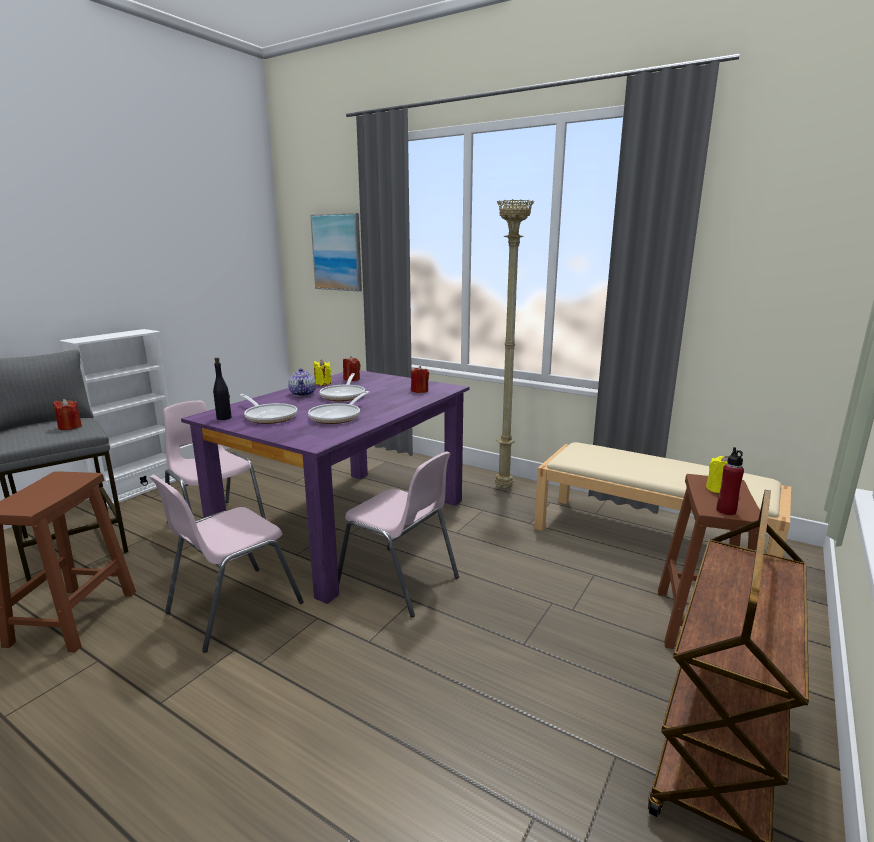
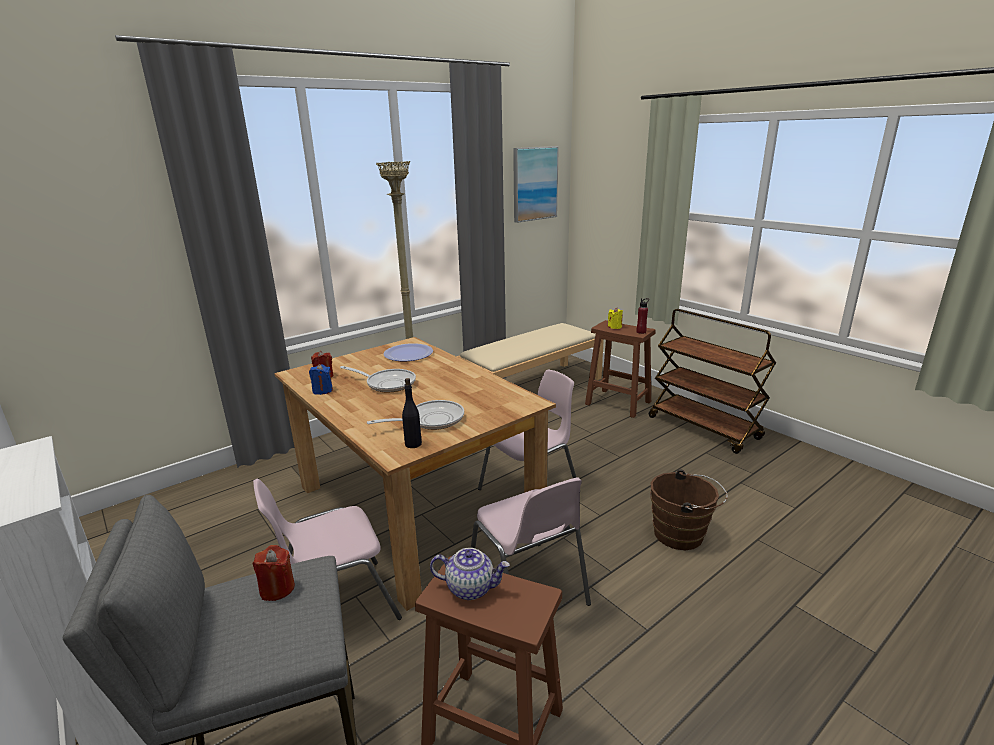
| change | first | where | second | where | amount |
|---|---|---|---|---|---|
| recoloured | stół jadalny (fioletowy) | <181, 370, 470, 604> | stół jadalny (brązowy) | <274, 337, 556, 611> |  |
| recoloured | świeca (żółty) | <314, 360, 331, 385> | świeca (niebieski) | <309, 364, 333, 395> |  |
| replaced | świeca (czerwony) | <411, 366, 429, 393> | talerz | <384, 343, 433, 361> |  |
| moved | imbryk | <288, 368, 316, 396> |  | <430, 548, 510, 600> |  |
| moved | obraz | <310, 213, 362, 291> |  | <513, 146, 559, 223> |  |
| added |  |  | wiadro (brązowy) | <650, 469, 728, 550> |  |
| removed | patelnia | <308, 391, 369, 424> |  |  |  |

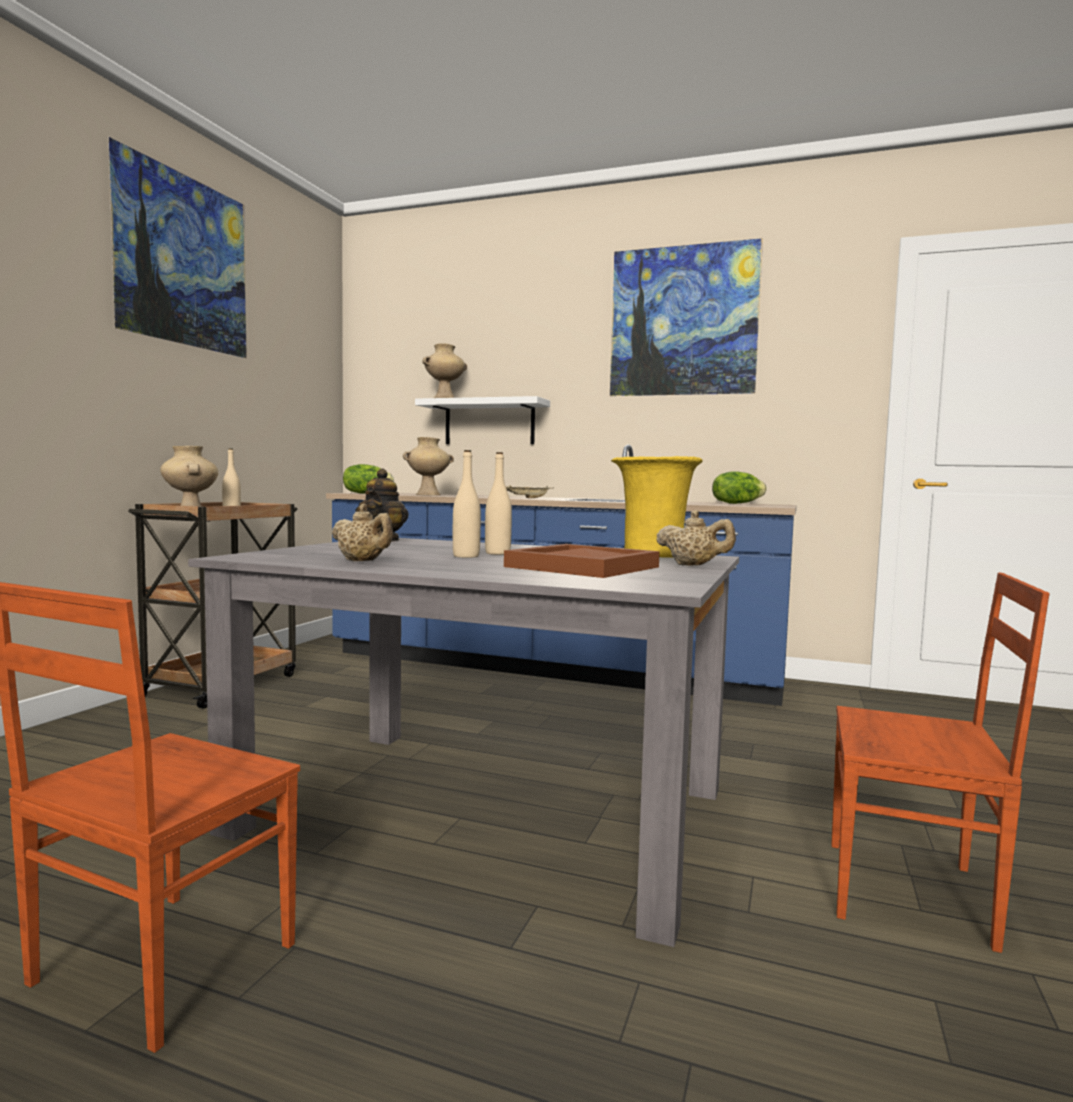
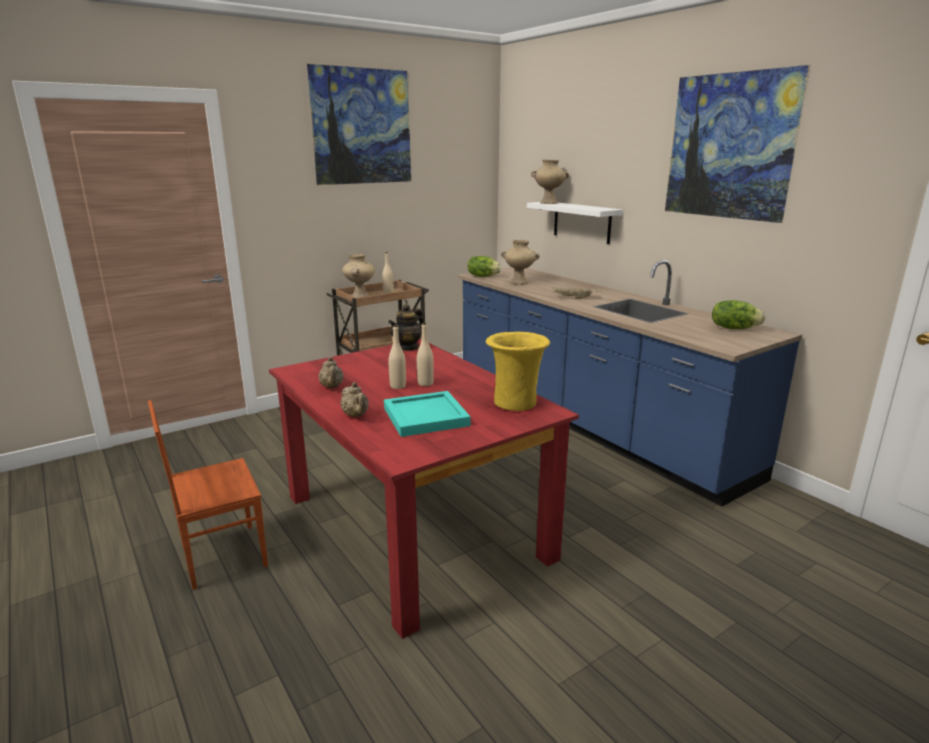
| change | first | where | second | where | amount |
|---|---|---|---|---|---|
| recoloured | stół jadalny (szary) | <188, 538, 739, 947> | stół jadalny (czerwony) | <269, 339, 579, 639> |  |
| moved | imbryk (beżowy) | <656, 510, 736, 566> |  | <340, 382, 369, 417> |  |
| recoloured | taca (brązowy) | <504, 544, 660, 578> | taca (turkusowy) | <384, 391, 471, 437> |  |
| removed | krzesło (brązowy) | <831, 572, 1050, 953> |  |  |  |

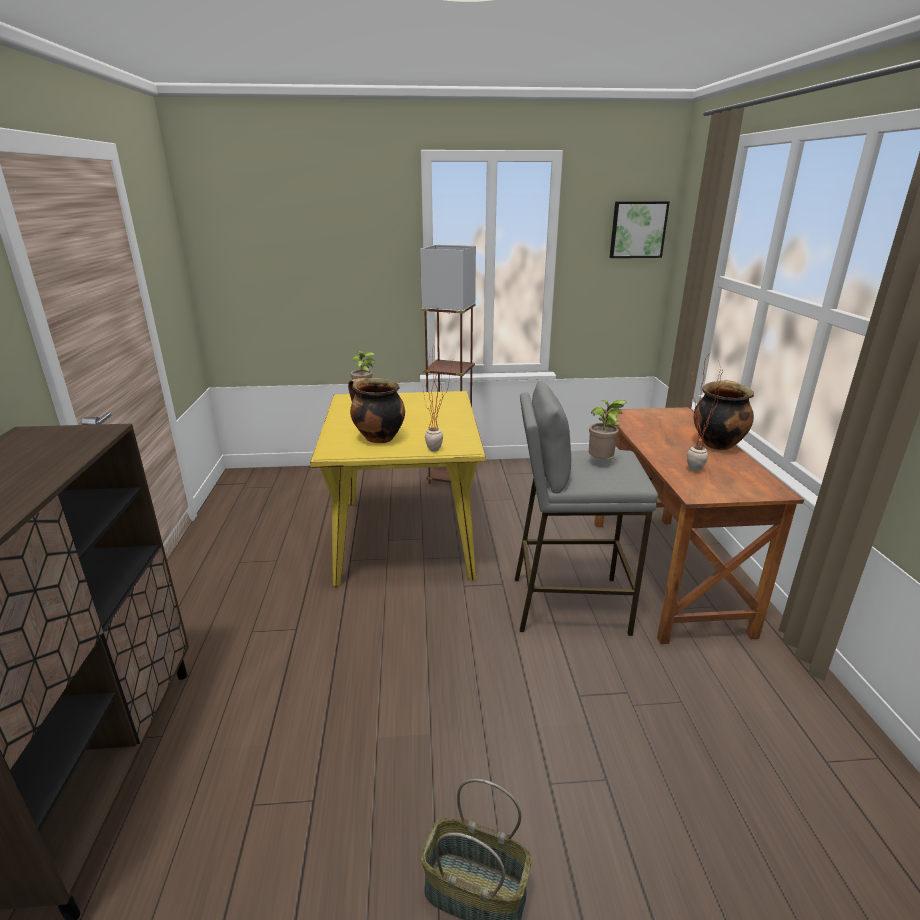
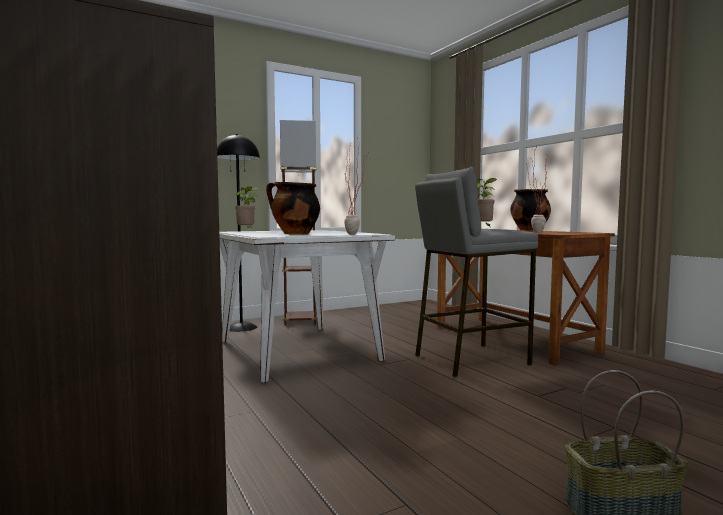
| change | first | where | second | where | amount |
|---|---|---|---|---|---|
| added |  |  | lampa stojąca (czarny) | <217, 134, 260, 332> |  |
| recoloured | stół jadalny (żółty) | <310, 391, 486, 587> | stół jadalny (biały) | <219, 230, 395, 383> |  |
| removed | obraz | <609, 201, 670, 258> |  |  |  |

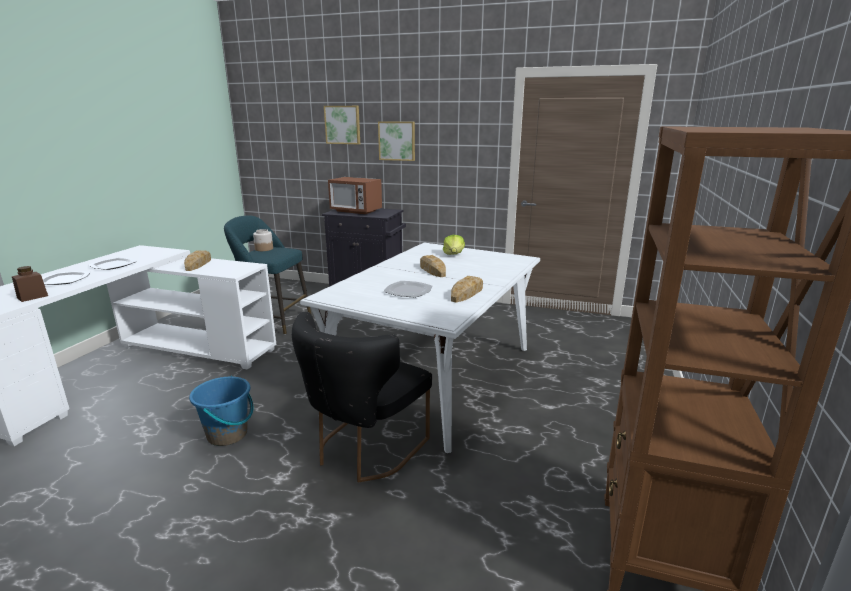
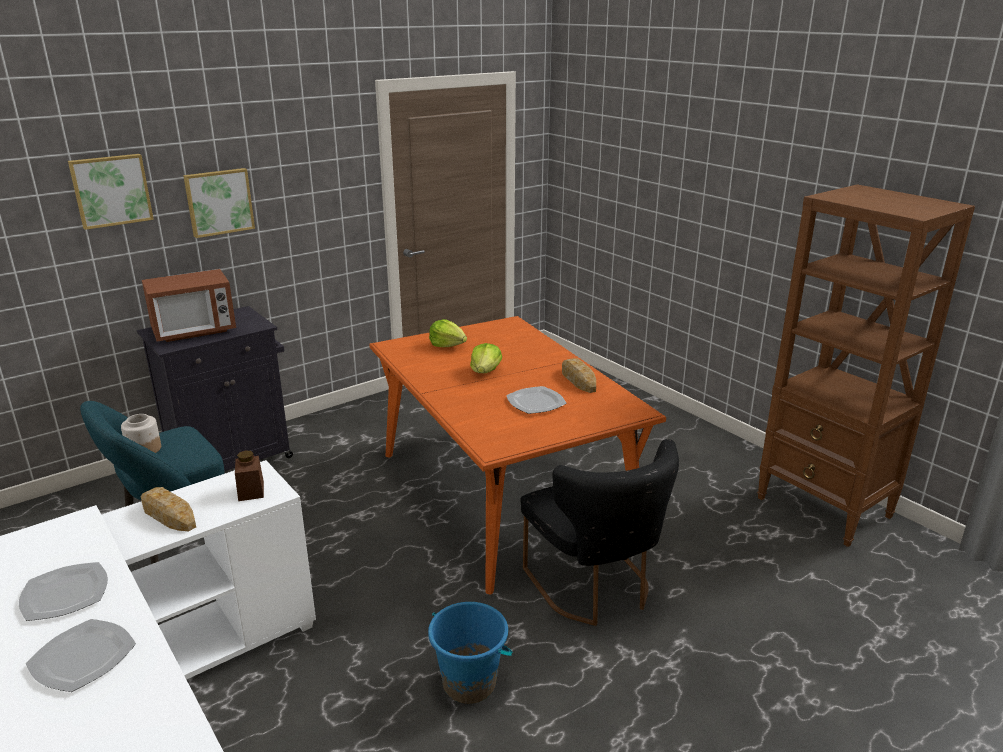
| change | first | where | second | where | amount |
|---|---|---|---|---|---|
| moved | słoik (brązowy) | <12, 266, 48, 302> |  | <235, 450, 264, 501> |  |
| recoloured | stół jadalny (biały) | <300, 243, 540, 453> | stół jadalny (pomarańczowy) | <369, 316, 666, 595> |  |
| replaced | chleb | <420, 255, 446, 277> | sałata | <470, 343, 502, 373> |  |

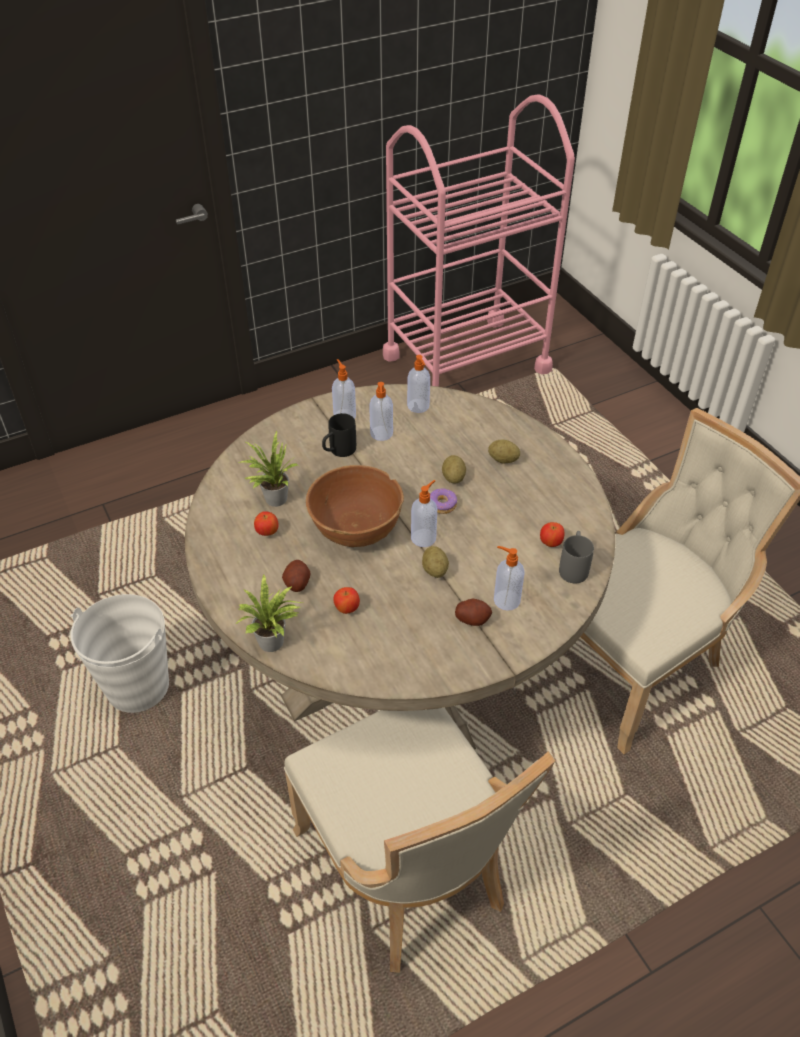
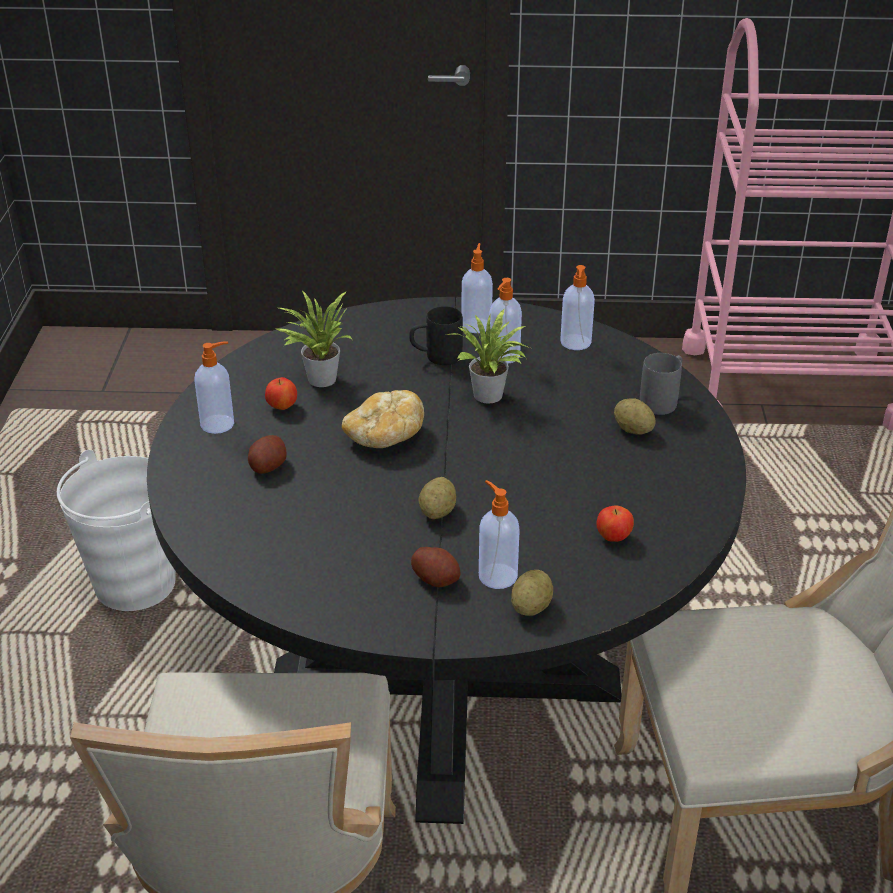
| change | first | where | second | where | amount |
|---|---|---|---|---|---|
| recoloured | stół jadalny (beżowy) | <185, 384, 615, 750> | stół jadalny (czarny) | <147, 297, 746, 824> |  |
| moved | dozownik mydła | <411, 480, 437, 547> |  | <195, 341, 234, 434> |  |
| replaced | miska (brązowy) | <306, 465, 404, 547> | chleb | <342, 390, 424, 448> |  |
| moved | roślina doniczkowa | <236, 575, 302, 652> |  | <447, 309, 530, 403> |  |
| moved | ziemniak | <442, 455, 466, 483> |  | <511, 570, 553, 616> |  |
| moved | kubek (szary) | <559, 531, 594, 584> |  | <640, 353, 682, 415> |  |
| removed | jabłko | <333, 587, 360, 614> |  |  |  |
| removed | donut | <430, 488, 457, 514> |  |  |  |

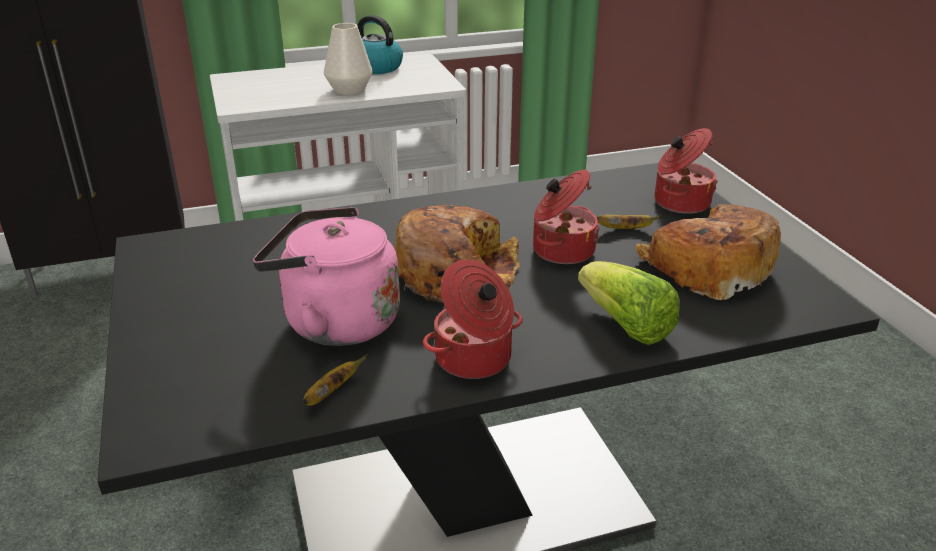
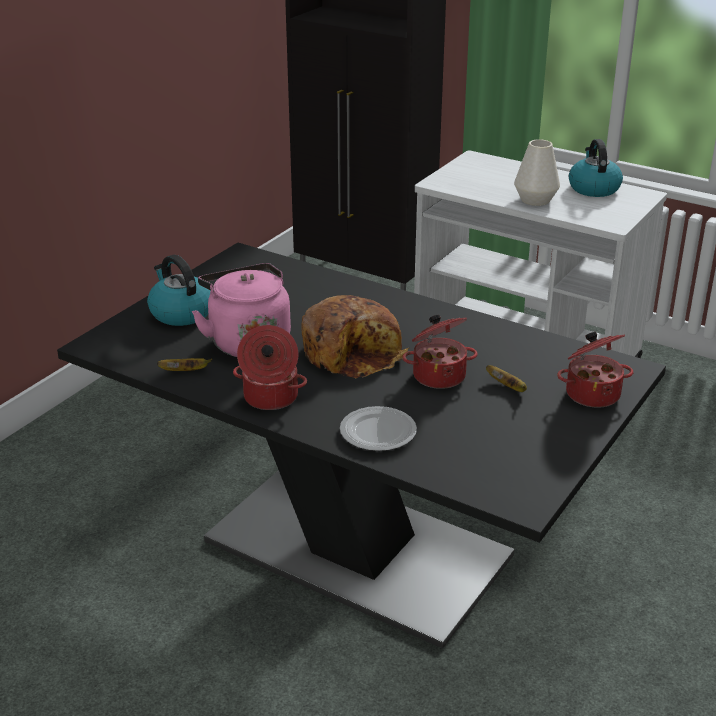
| change | first | where | second | where | amount |
|---|---|---|---|---|---|
| added |  |  | czajnik | <147, 255, 211, 326> |  |
| replaced | sałata | <578, 261, 680, 345> | talerz | <340, 406, 417, 451> |  |
| removed | chleb | <636, 204, 781, 300> |  |  |  |

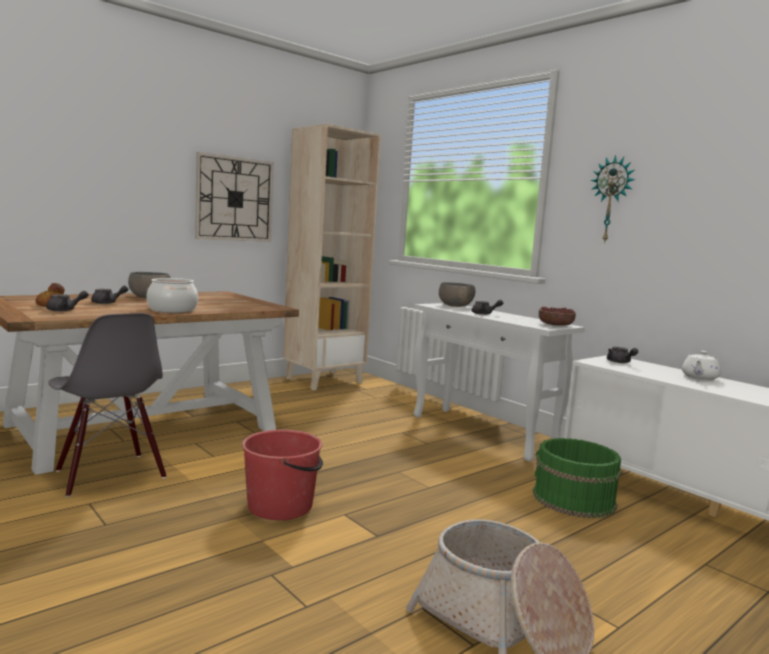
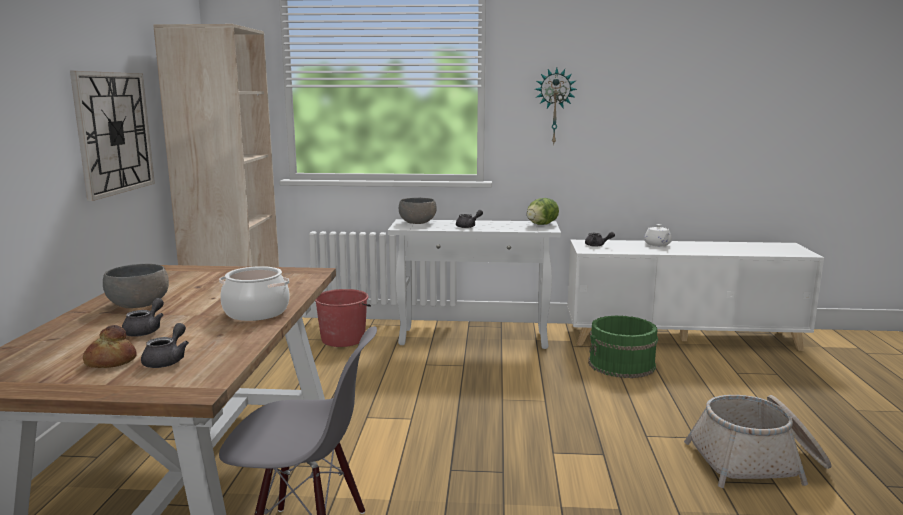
| change | first | where | second | where | amount |
|---|---|---|---|---|---|
| moved | wiadro (czerwony) | <242, 430, 323, 520> |  | <315, 289, 371, 347> |  |
| replaced | miska | <539, 307, 576, 326> | sałata | <527, 198, 559, 225> |  |

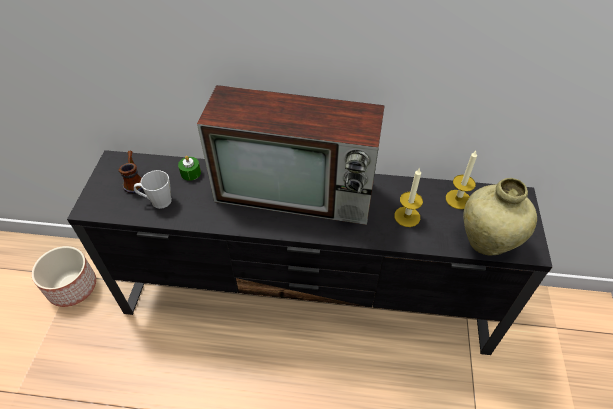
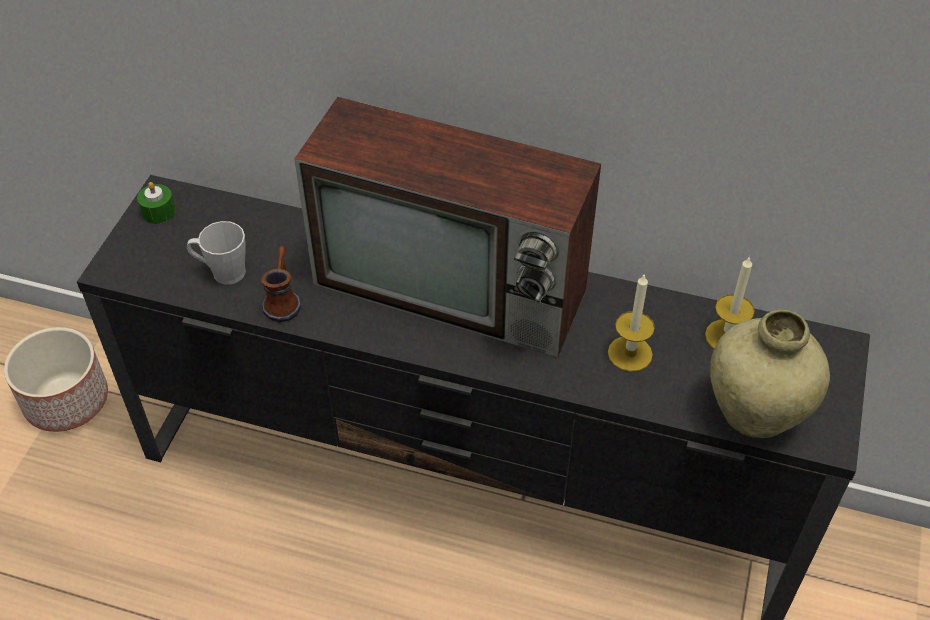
| change | first | where | second | where | amount |
|---|---|---|---|---|---|
| moved | świeca (zielony) | <178, 156, 201, 181> |  | <137, 182, 176, 224> |  |
| moved | kubek | <119, 150, 143, 194> |  | <261, 246, 301, 322> |  |

